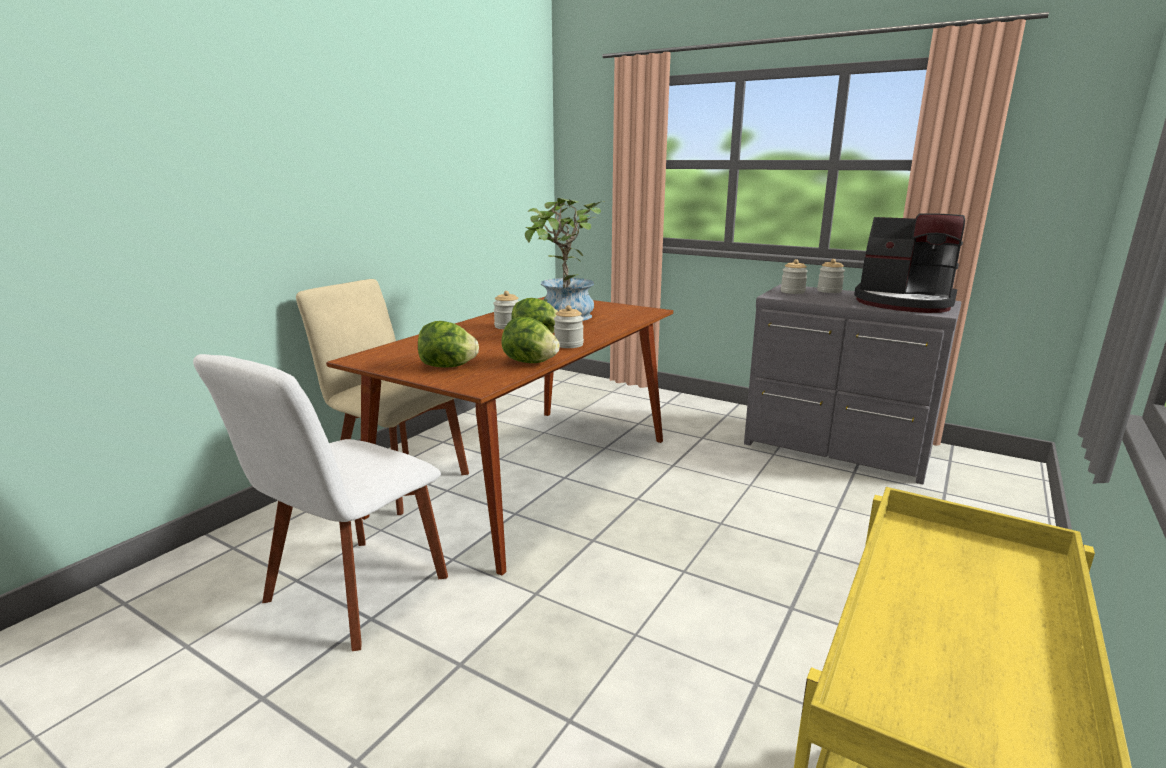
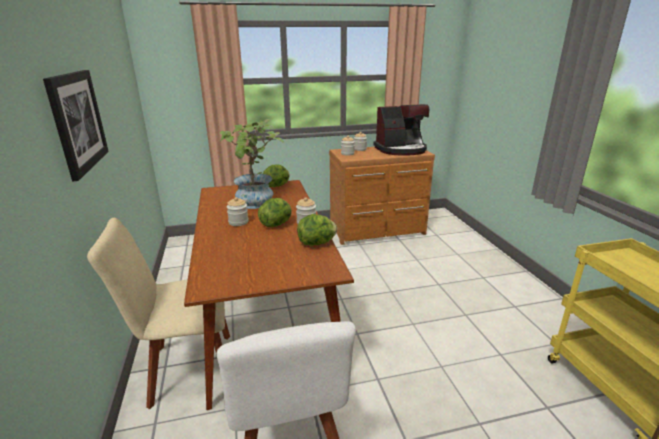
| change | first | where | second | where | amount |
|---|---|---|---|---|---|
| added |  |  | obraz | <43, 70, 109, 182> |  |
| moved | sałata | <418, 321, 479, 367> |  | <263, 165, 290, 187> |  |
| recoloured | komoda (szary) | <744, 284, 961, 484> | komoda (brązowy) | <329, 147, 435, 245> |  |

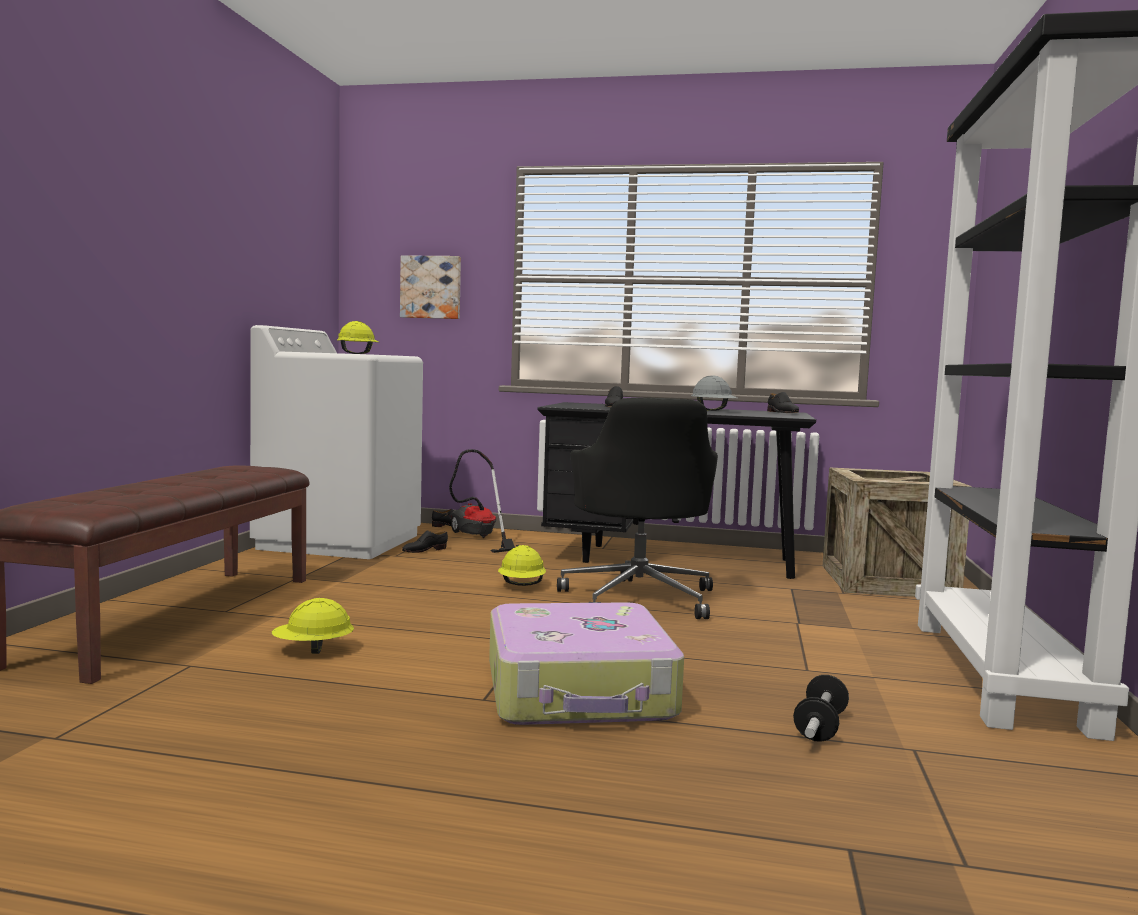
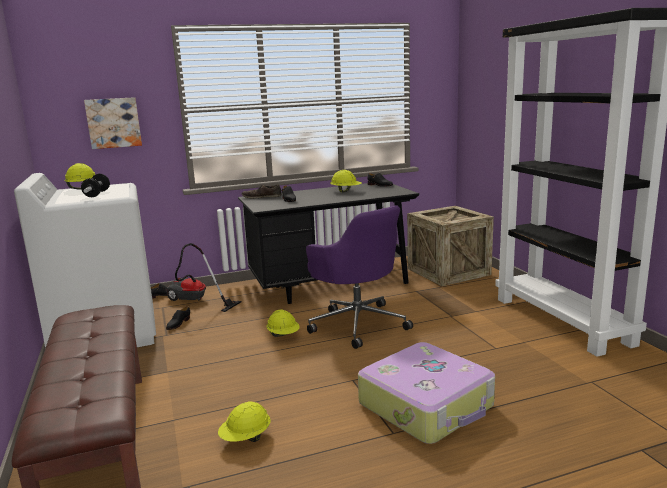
| change | first | where | second | where | amount |
|---|---|---|---|---|---|
| moved | hantel | <793, 675, 849, 742> |  | <81, 174, 110, 197> |  |
| added |  |  | but (brązowy) | <242, 184, 282, 198> |  |
| recoloured | krzesło biurowe (czarny) | <557, 398, 718, 619> | krzesło biurowe (fioletowy) | <306, 205, 413, 349> |  |
| recoloured | kask (szary) | <691, 375, 737, 411> | kask (żółty) | <330, 170, 362, 192> |  |

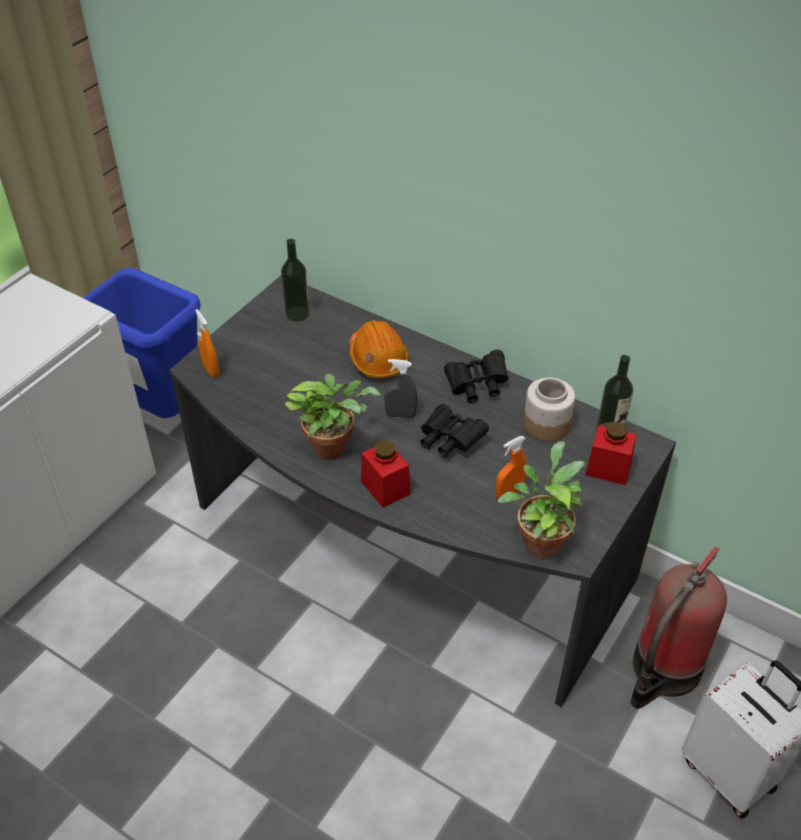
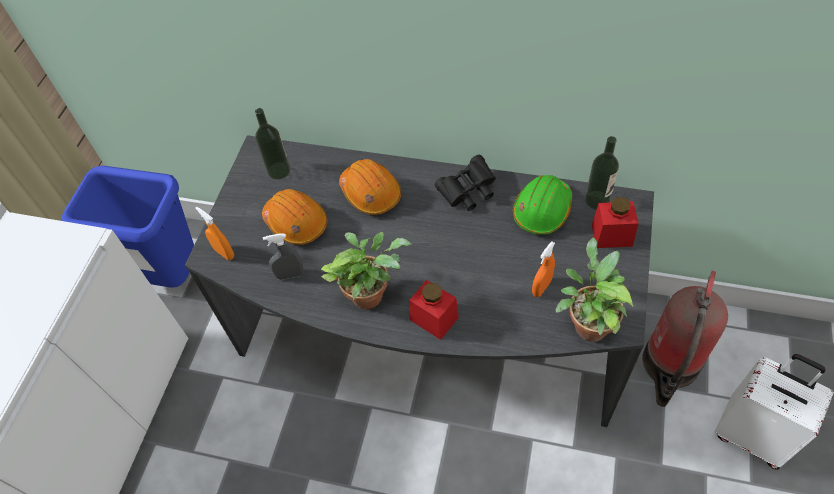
| change | first | where | second | where | amount |
|---|---|---|---|---|---|
| added |  |  | kask (pomarańczowy) | <262, 189, 328, 245> |  |
| moved | spryskiwacz (szary) | <384, 359, 418, 419> |  | <263, 233, 303, 280> |  |
| replaced | słoik | <523, 377, 575, 441> | kask (zielony) | <513, 175, 572, 235> |  |
| removed | lornetka (czarny) | <420, 404, 489, 457> |  |  |  |

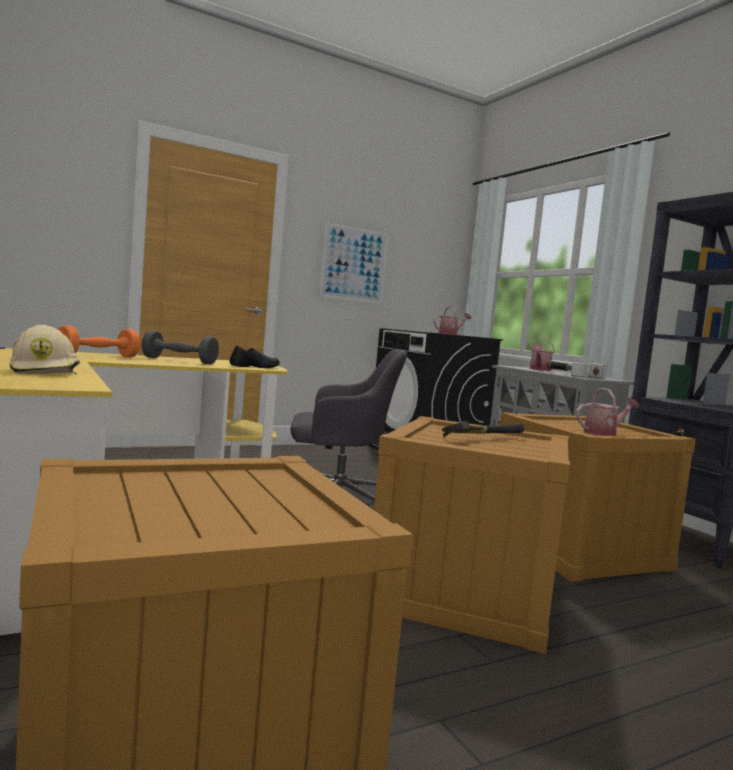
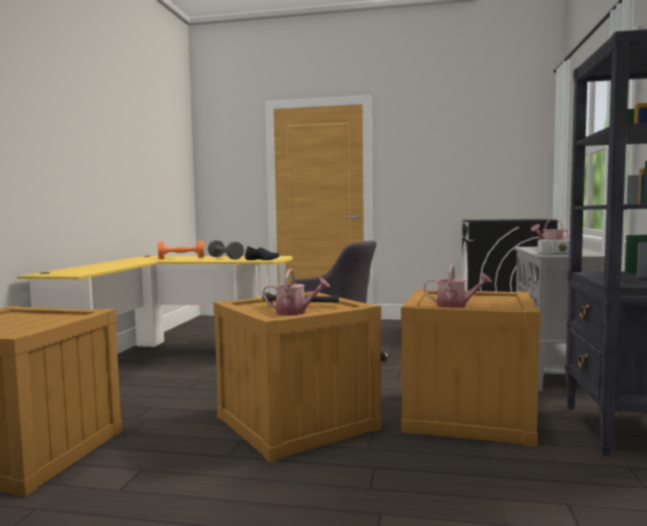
| change | first | where | second | where | amount |
|---|---|---|---|---|---|
| moved | konewka | <434, 306, 471, 335> |  | <262, 269, 330, 316> |  |
| removed | kask (beżowy) | <9, 325, 80, 374> |  |  |  |
| removed | obraz | <319, 222, 389, 304> |  |  |  |

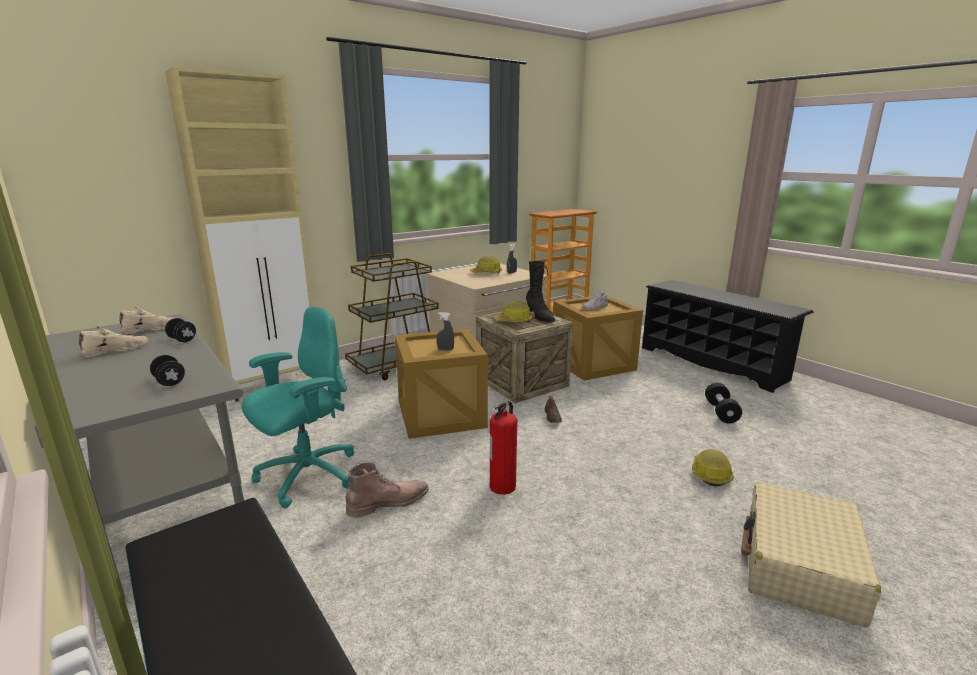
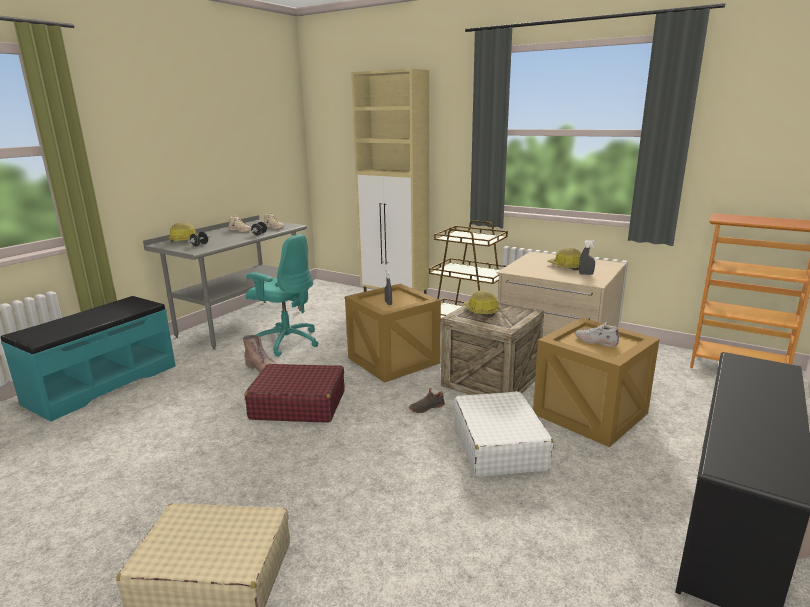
| change | first | where | second | where | amount |
|---|---|---|---|---|---|
| moved | kask | <692, 449, 734, 487> |  | <168, 223, 198, 242> |  |
| replaced | gaśnica | <490, 401, 517, 495> | walizka (czerwony) | <244, 364, 345, 422> |  |
| added |  |  | walizka (biały) | <454, 391, 554, 477> |  |
| removed | but z cholewką (czarny) | <526, 261, 555, 322> |  |  |  |
| removed | hantel (czarny) | <705, 383, 742, 424> |  |  |  |

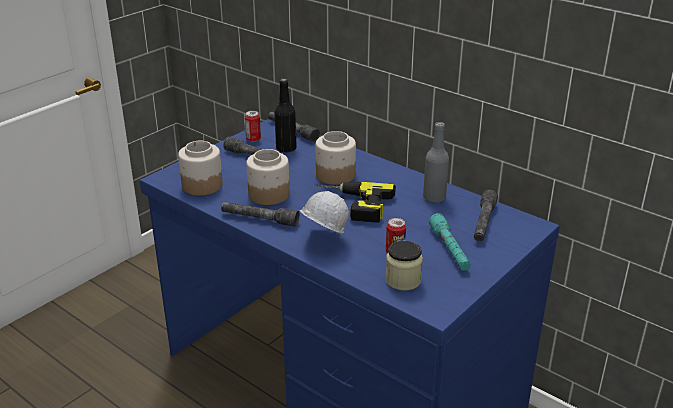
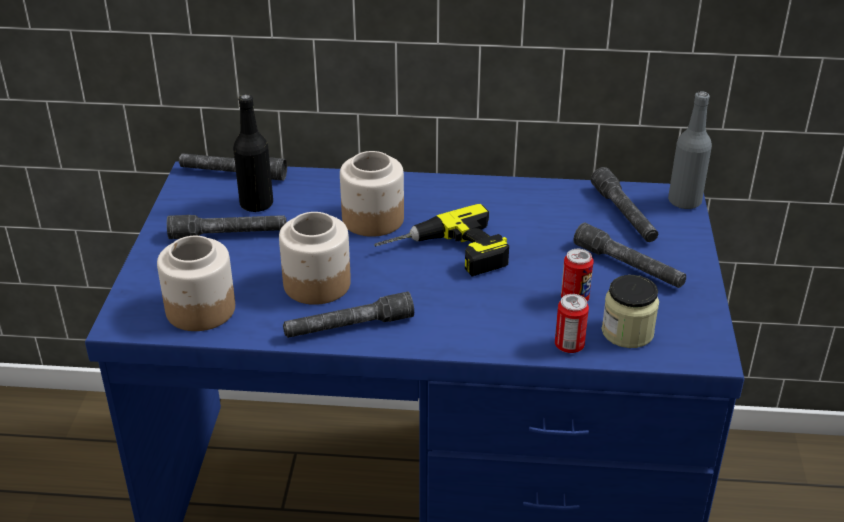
| change | first | where | second | where | amount |
|---|---|---|---|---|---|
| moved | puszka | <245, 111, 261, 142> |  | <555, 294, 589, 353> |  |
| recoloured | latarka (turkusowy) | <429, 213, 471, 271> | latarka (szary) | <573, 223, 686, 288> |  |
| moved | butelka (szary) | <423, 122, 449, 203> |  | <668, 91, 712, 209> |  |
| removed | kask (biały) | <300, 191, 349, 235> |  |  |  |

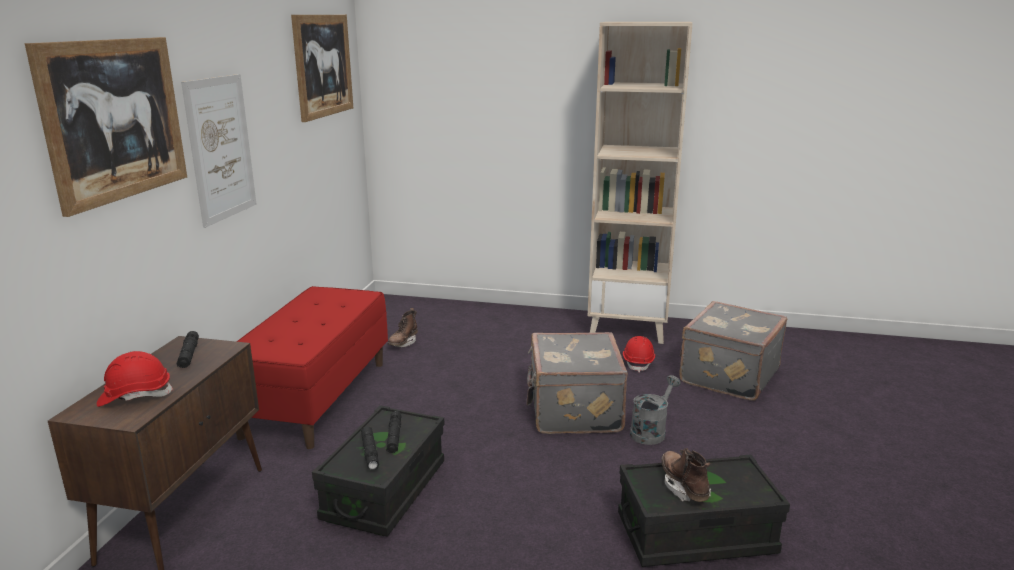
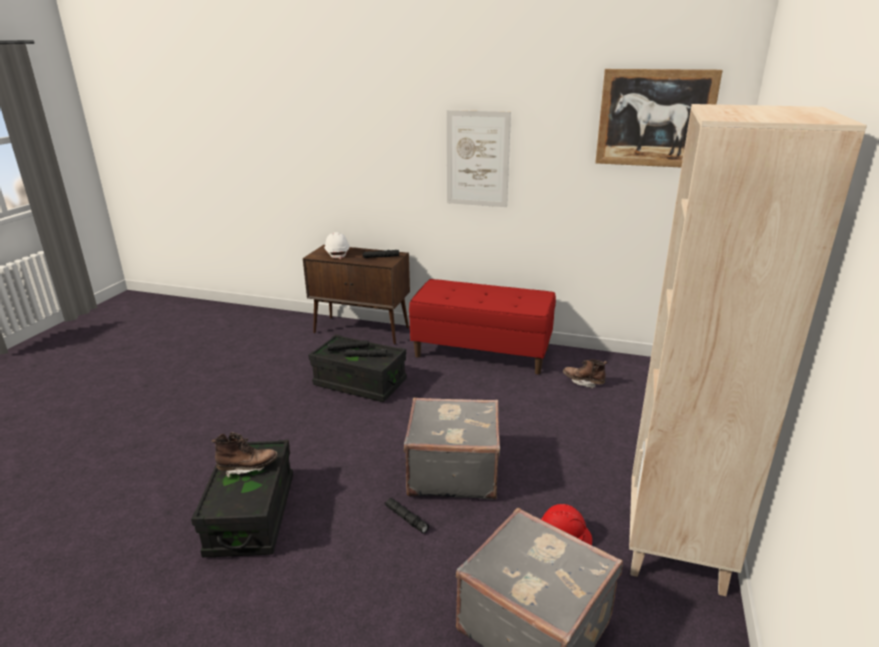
| change | first | where | second | where | amount |
|---|---|---|---|---|---|
| recoloured | kask (czerwony) | <97, 351, 174, 407> | kask (biały) | <324, 232, 350, 259> |  |
| replaced | konewka (szary) | <630, 375, 681, 445> | latarka (czarny) | <384, 498, 429, 534> |  |
| removed | obraz | <25, 37, 187, 217> |  |  |  |

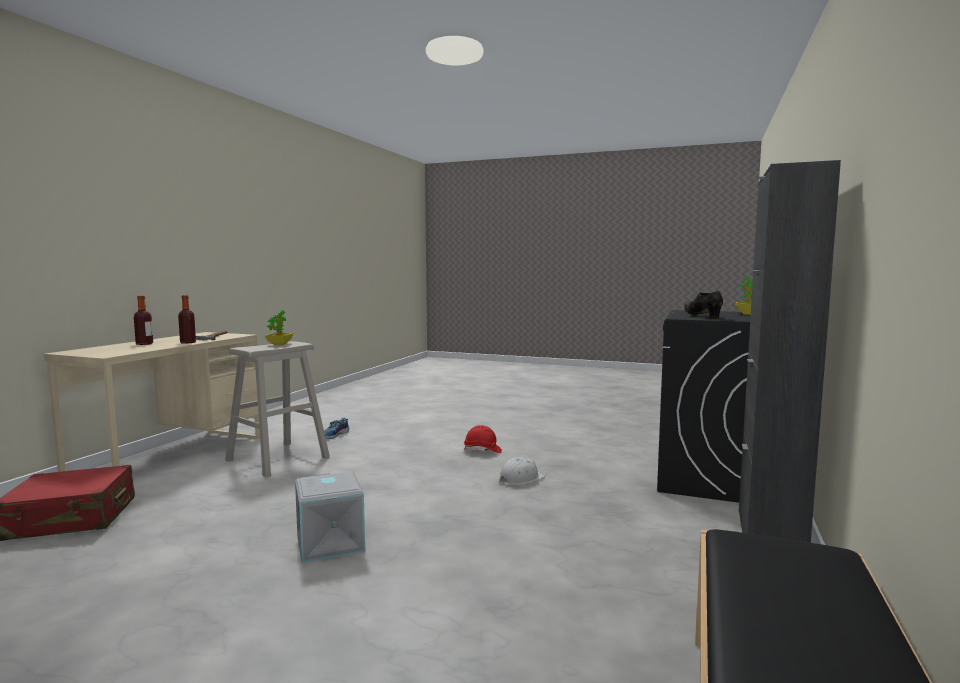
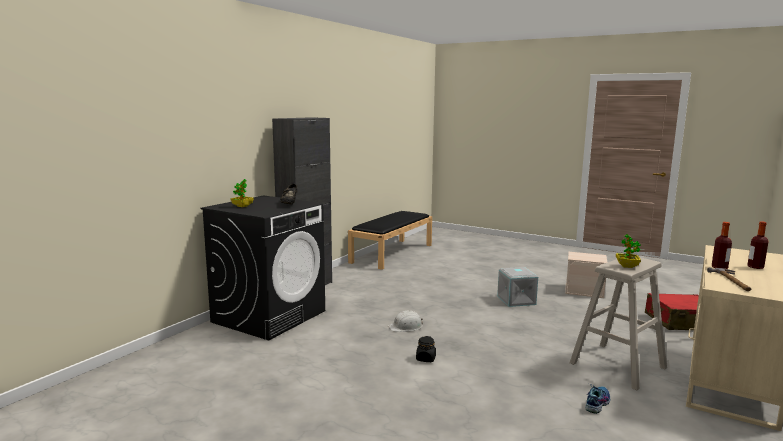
| change | first | where | second | where | amount |
|---|---|---|---|---|---|
| replaced | kask (czerwony) | <463, 425, 502, 453> | słoik (czarny) | <416, 336, 436, 362> |  |
| added |  |  | pojemnik do przechowywania (beżowy) | <565, 252, 608, 298> |  |

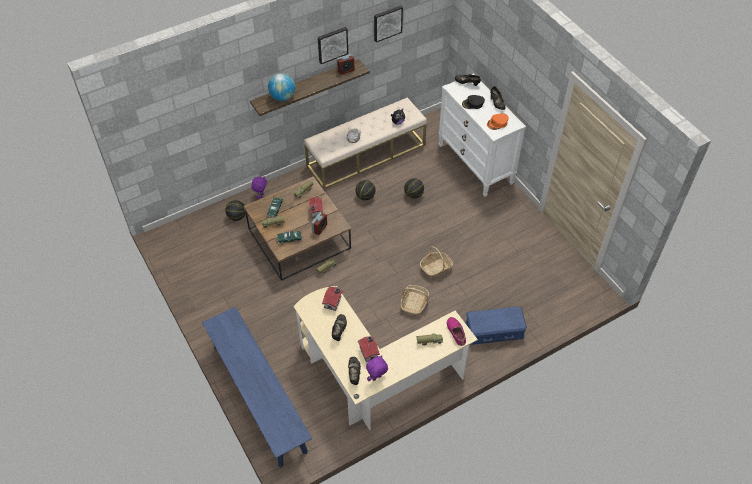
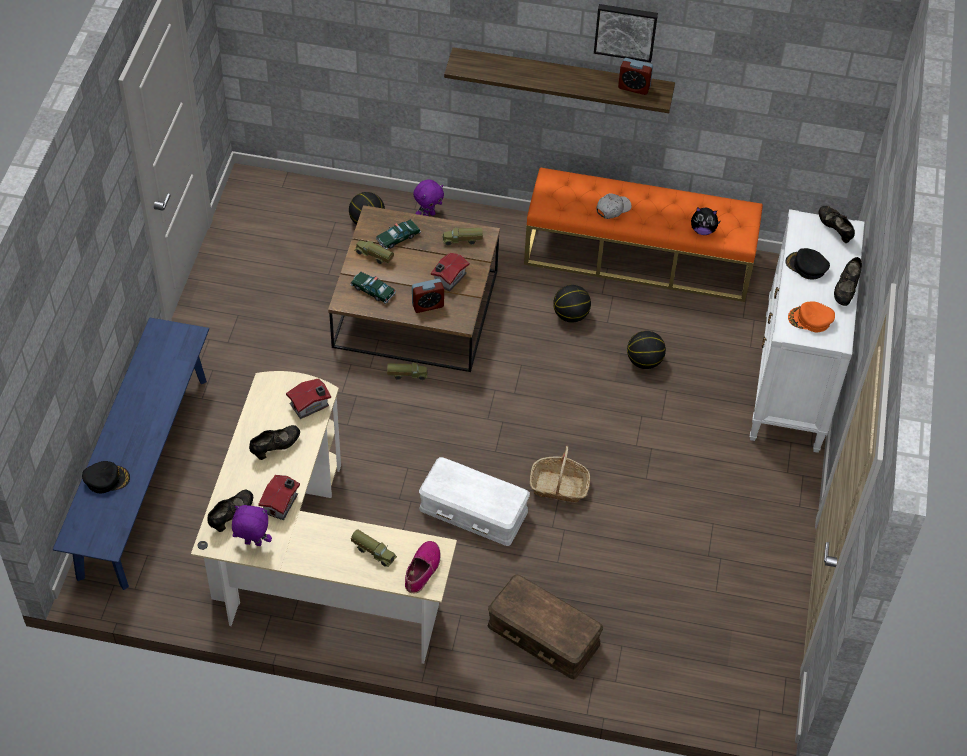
| change | first | where | second | where | amount |
|---|---|---|---|---|---|
| added |  |  | czapka z daszkiem (czarny) | <82, 461, 130, 494> |  |
| replaced | koszyk | <401, 285, 429, 315> | pojemnik do przechowywania (biały) | <419, 457, 530, 546> |  |
| recoloured | pojemnik do przechowywania (niebieski) | <465, 307, 527, 345> | pojemnik do przechowywania (brązowy) | <488, 574, 603, 679> |  |
| recoloured | ławka (beżowy) | <304, 97, 427, 189> | ławka (pomarańczowy) | <524, 167, 763, 302> |  |
| removed | globus | <268, 73, 295, 101> |  |  |  |
| removed | obraz | <374, 6, 403, 42> |  |  |  |

